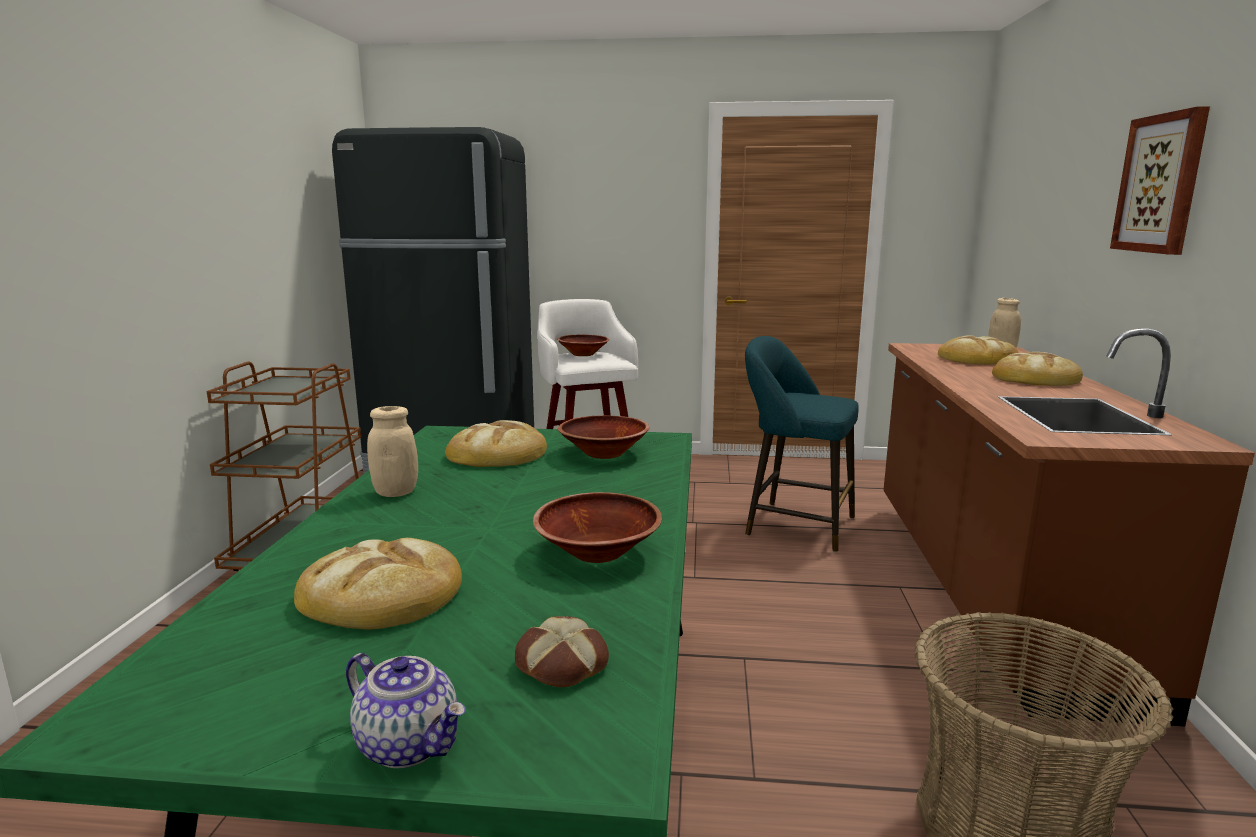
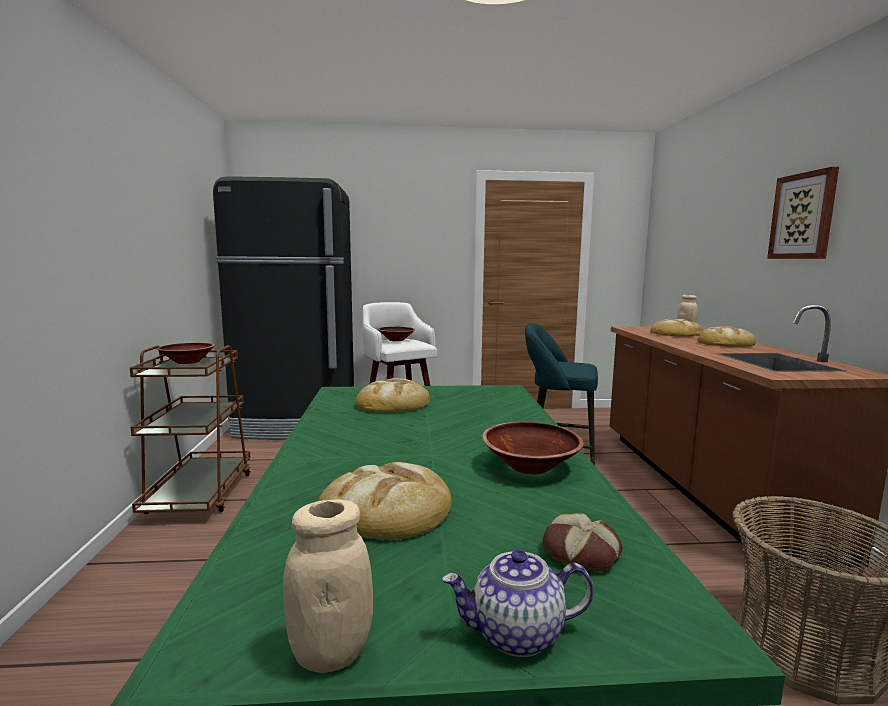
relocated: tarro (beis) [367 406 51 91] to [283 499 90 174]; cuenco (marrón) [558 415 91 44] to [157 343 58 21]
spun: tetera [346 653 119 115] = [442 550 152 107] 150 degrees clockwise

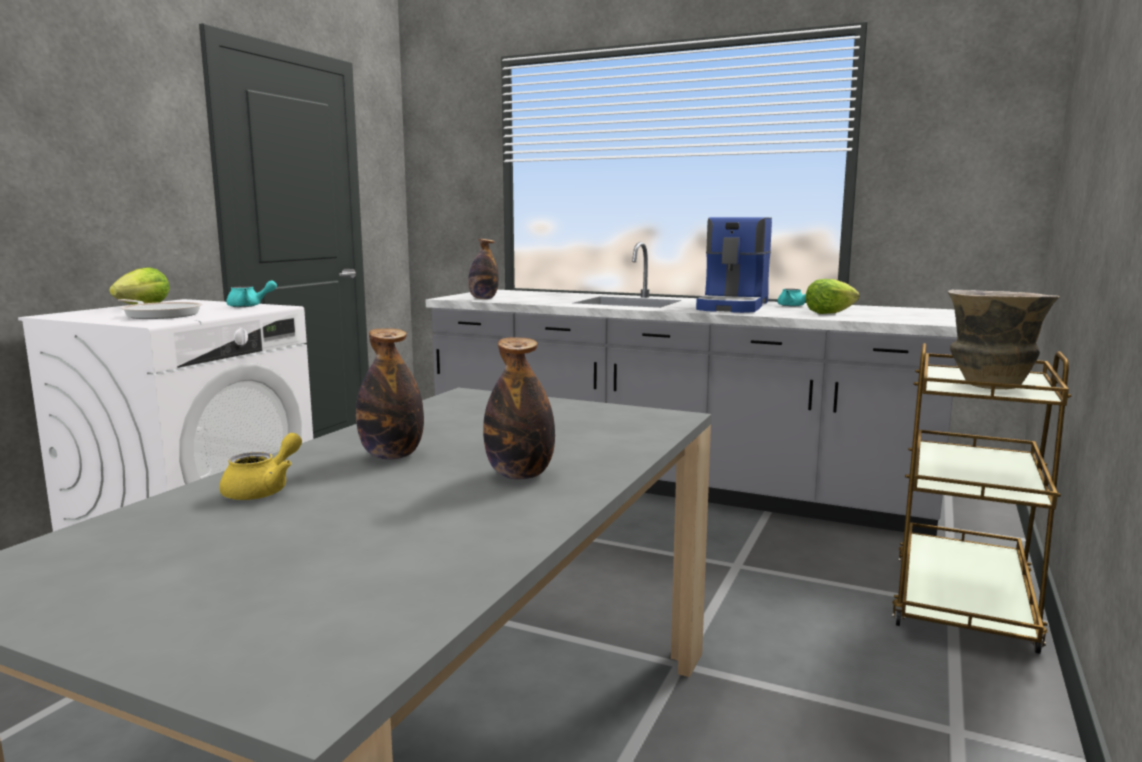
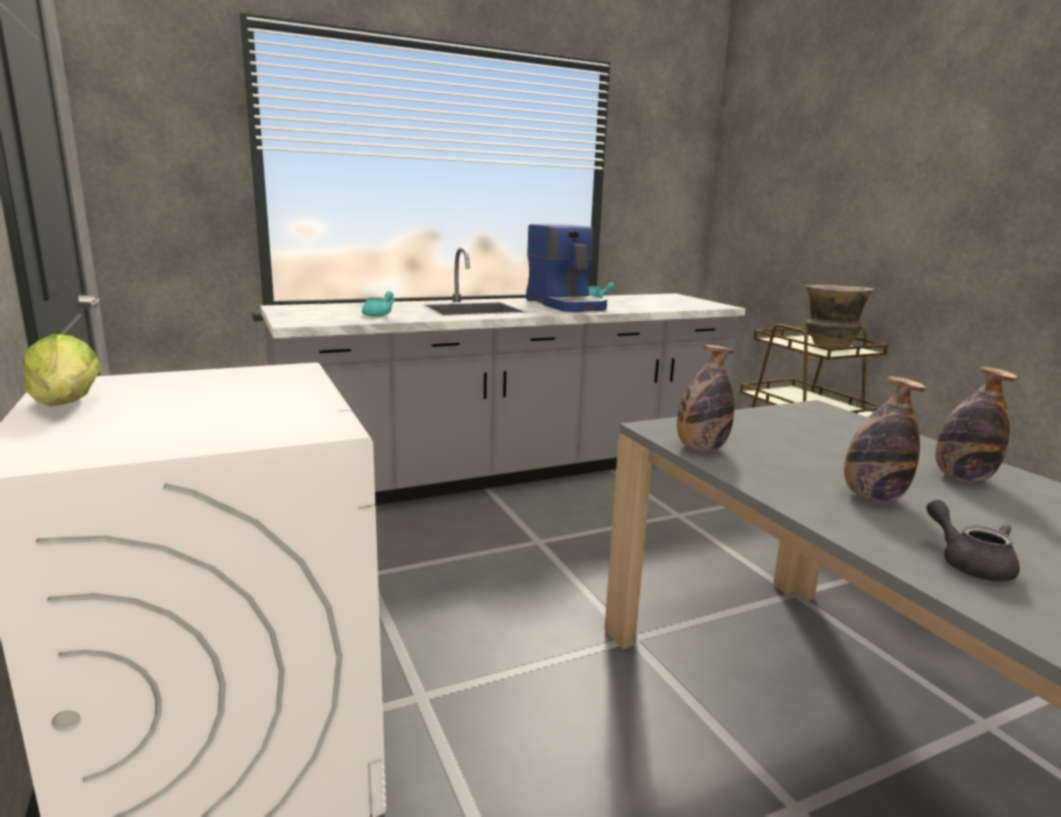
missing: lechuga [805 279 55 35]; sartén [118 299 85 20]
relocated: botella [468 239 31 60] to [677 345 57 107]; tetera (turquesa) [226 280 51 27] to [362 291 33 26]
colour: tetera (amarillo) [219 433 83 67] to tetera (gris) [926 500 94 82]

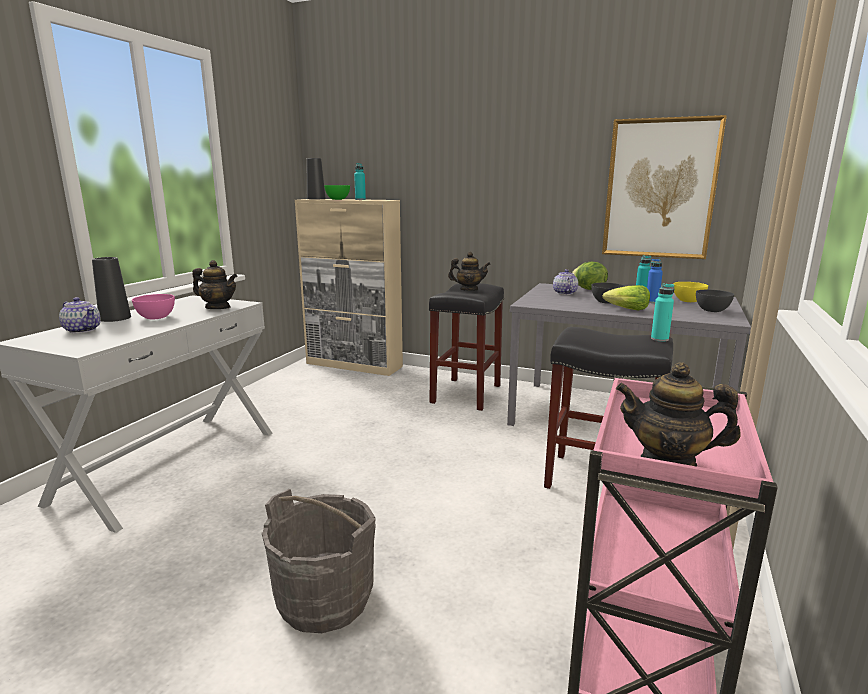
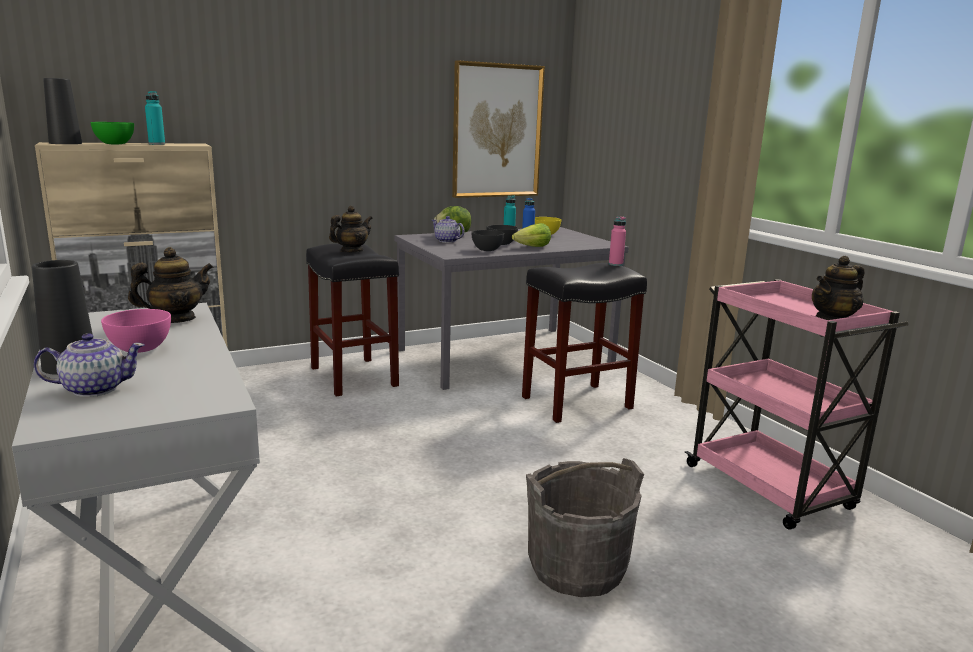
relocated: cuenco (gris) [696 290 38 22] to [471 230 34 21]
colour: botella (turquesa) [651 283 23 59] to botella (rosa) [609 217 17 49]

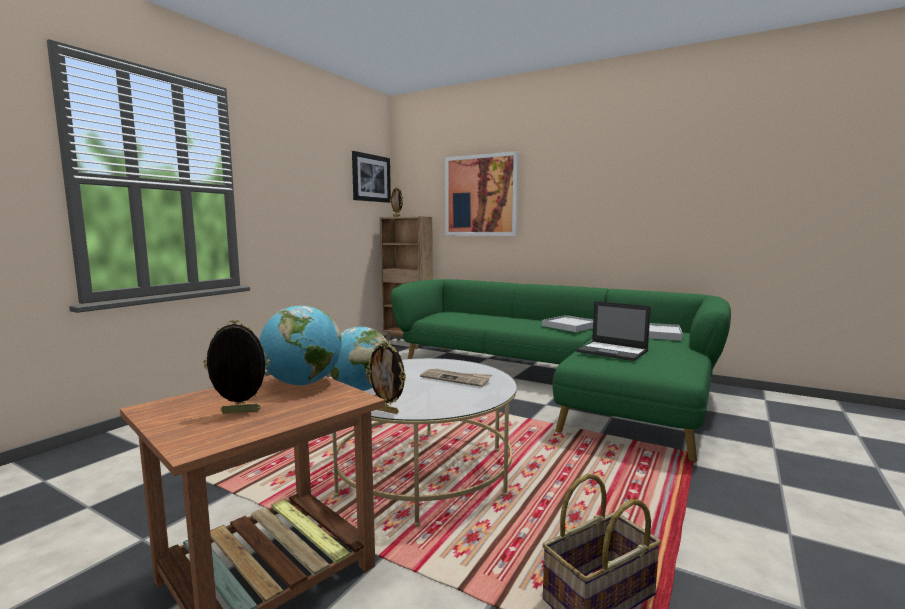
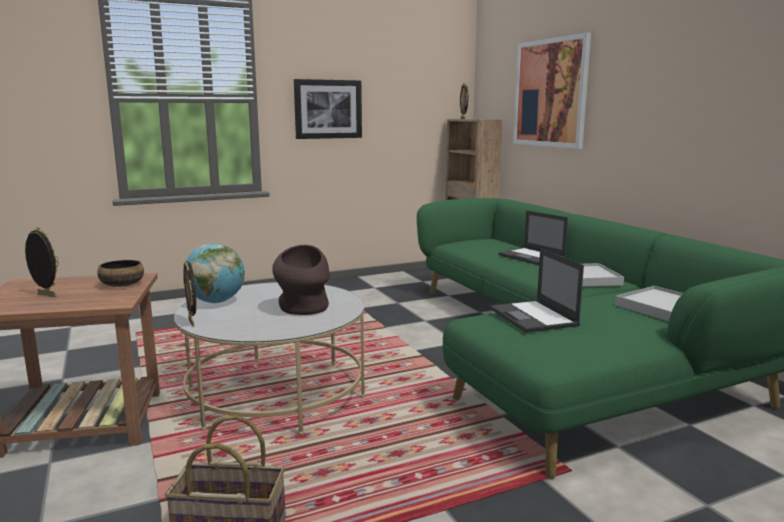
appeared: portátil [498 210 70 55]
relocated: cuadro [352 151 39 52] to [294 79 68 60]
exchanged: globo terráqueo [259 306 82 80] to cuenco [97 260 47 27]; periódico [420 368 72 19] to florero (marrón) [272 245 58 70]

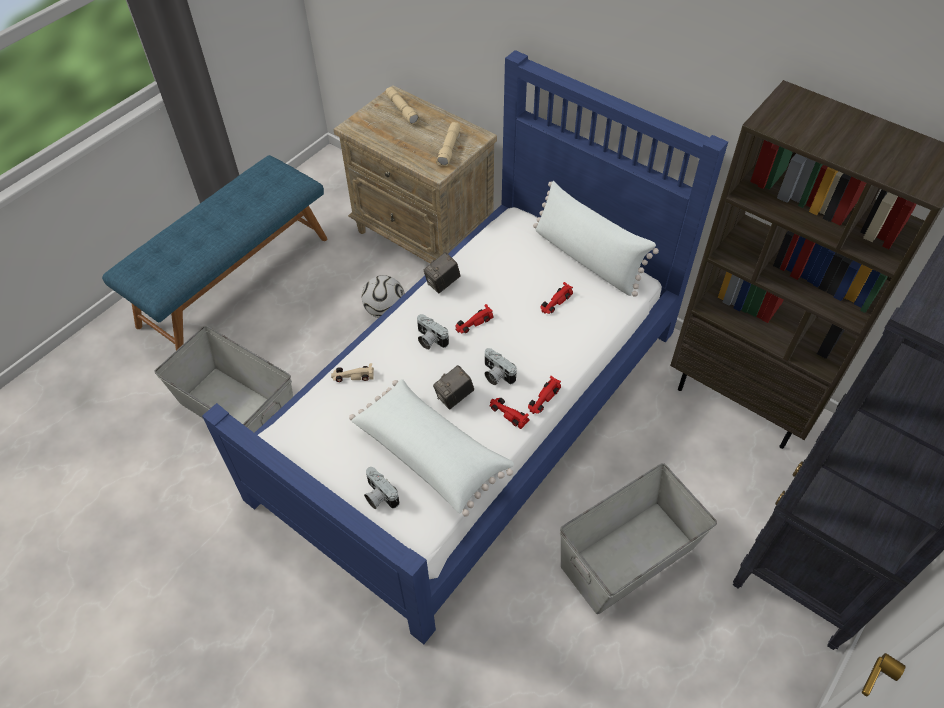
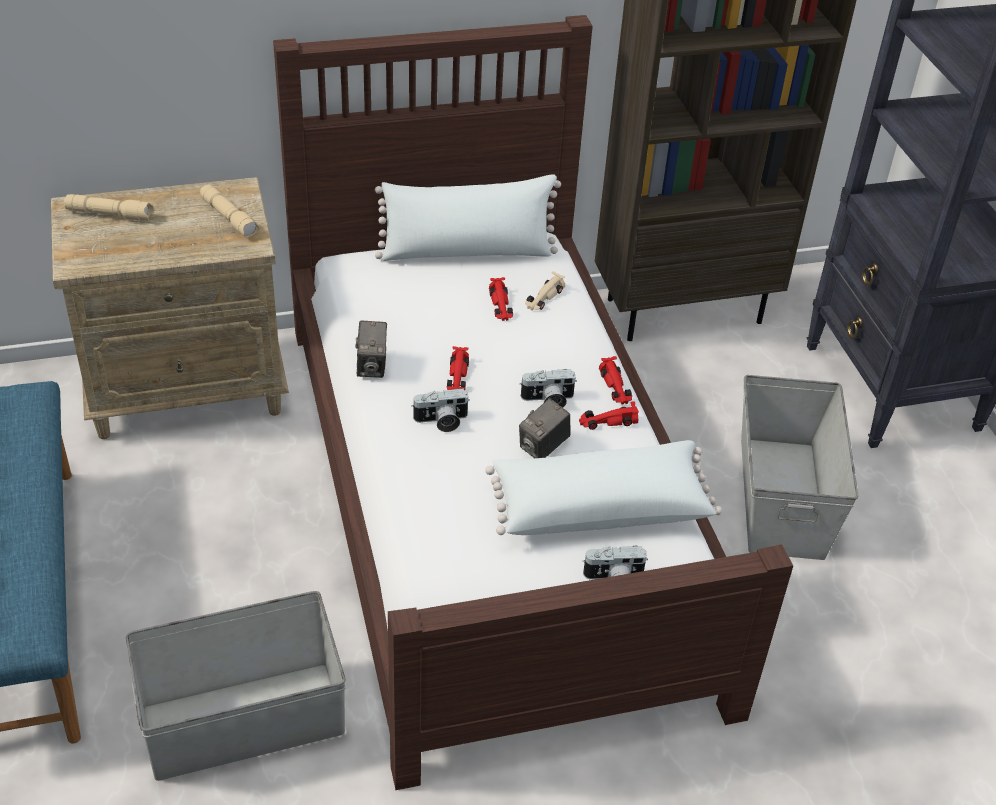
missing: balón de fútbol [362 275 43 43]
relocated: coche de juguete (beis) [331 363 43 19] to [525 271 40 40]
colour: cama (azul) [202 50 526 594] to cama (marrón) [273 15 520 775]
spun: cámara [433 365 41 45] = [519 398 52 60] 45 degrees clockwise

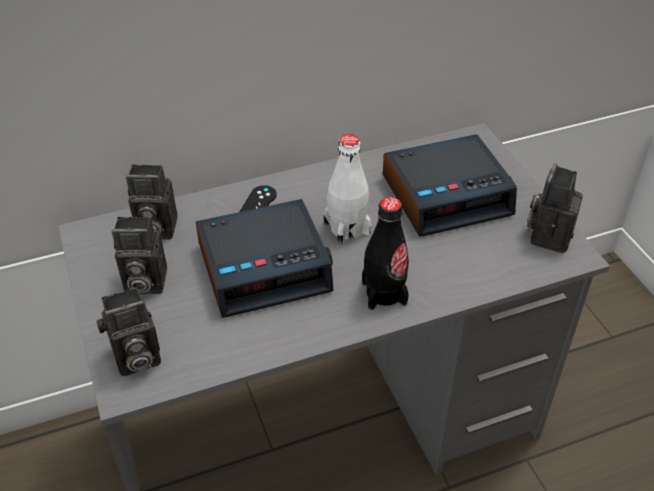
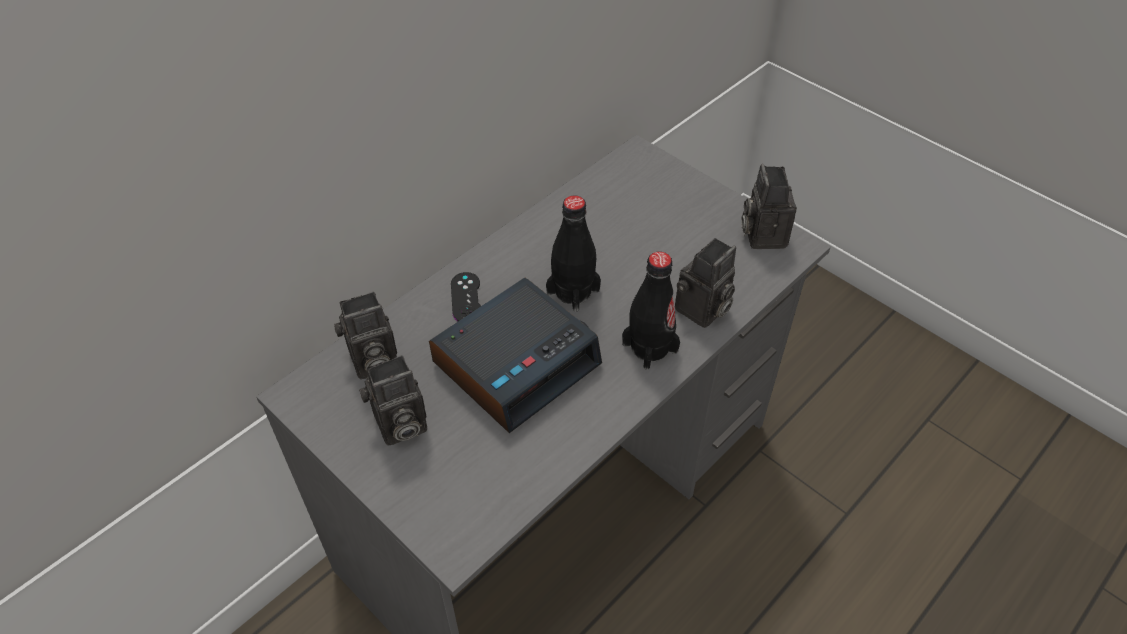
missing: despertador [383 134 134 103]
relocated: cámara [96 287 65 89] to [675 238 61 90]
colour: botella (blanco) [324 134 48 111] to botella (negro) [546 195 55 117]

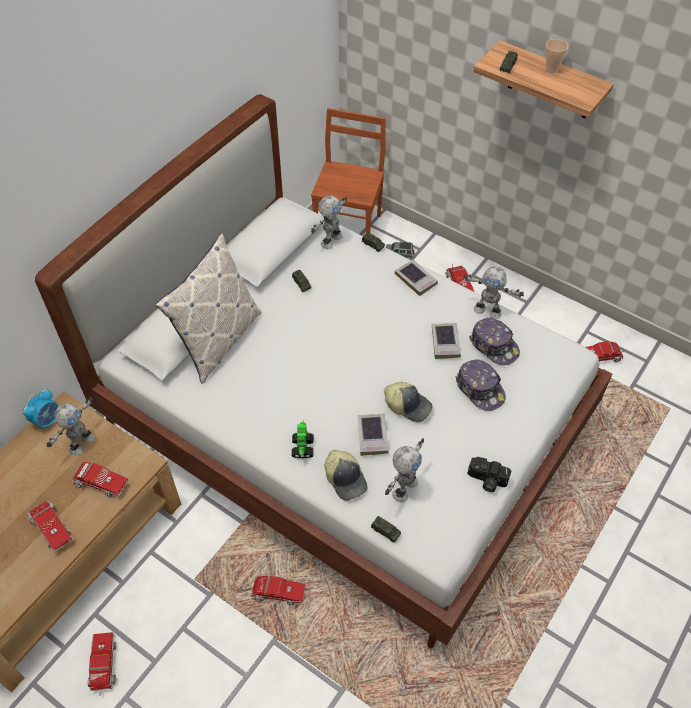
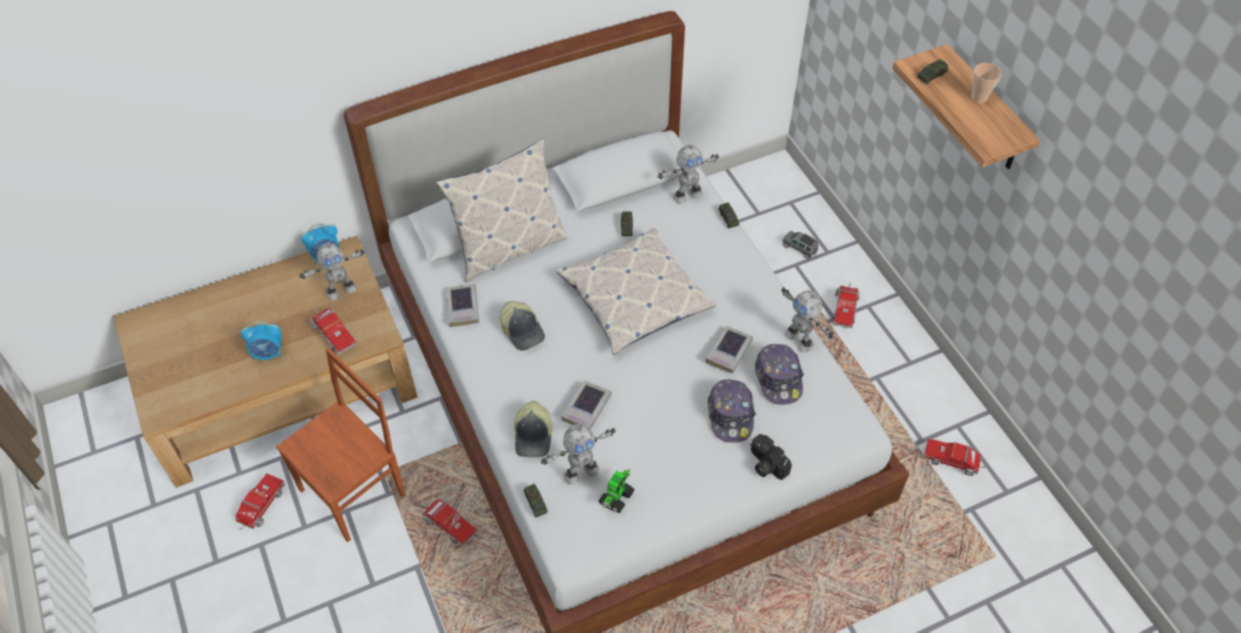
appeared: cojín [556 228 161 127]
relocated: silla (marrón) [311 108 75 125] to [276 347 129 195]; libro [395 259 43 37] to [447 284 32 43]; gorra [384 382 48 40] to [499 301 46 50]; robot de juguete [292 420 22 38] to [599 469 35 44]; cámara [467 457 45 35] to [750 434 42 46]
exchanged: camión de juguete [28 501 46 52] to despertador [241 322 41 38]

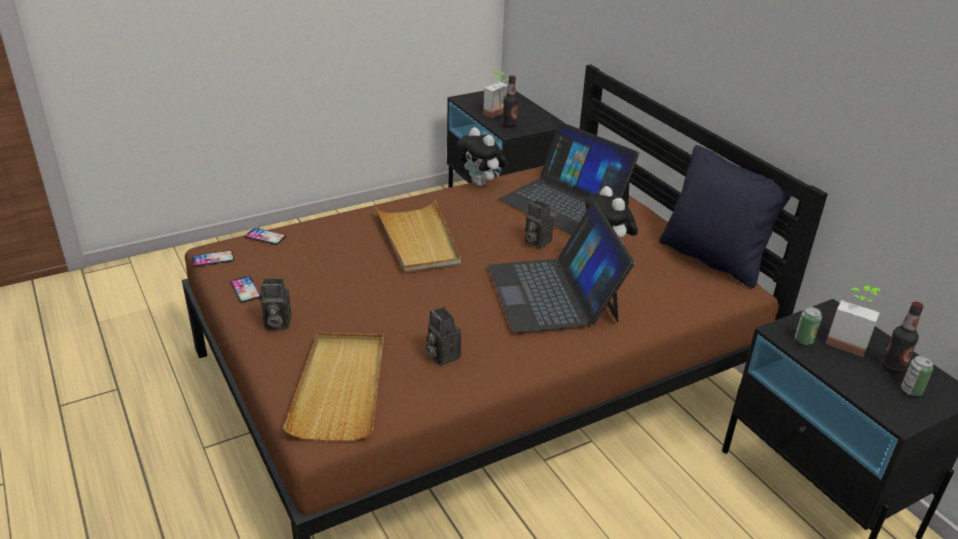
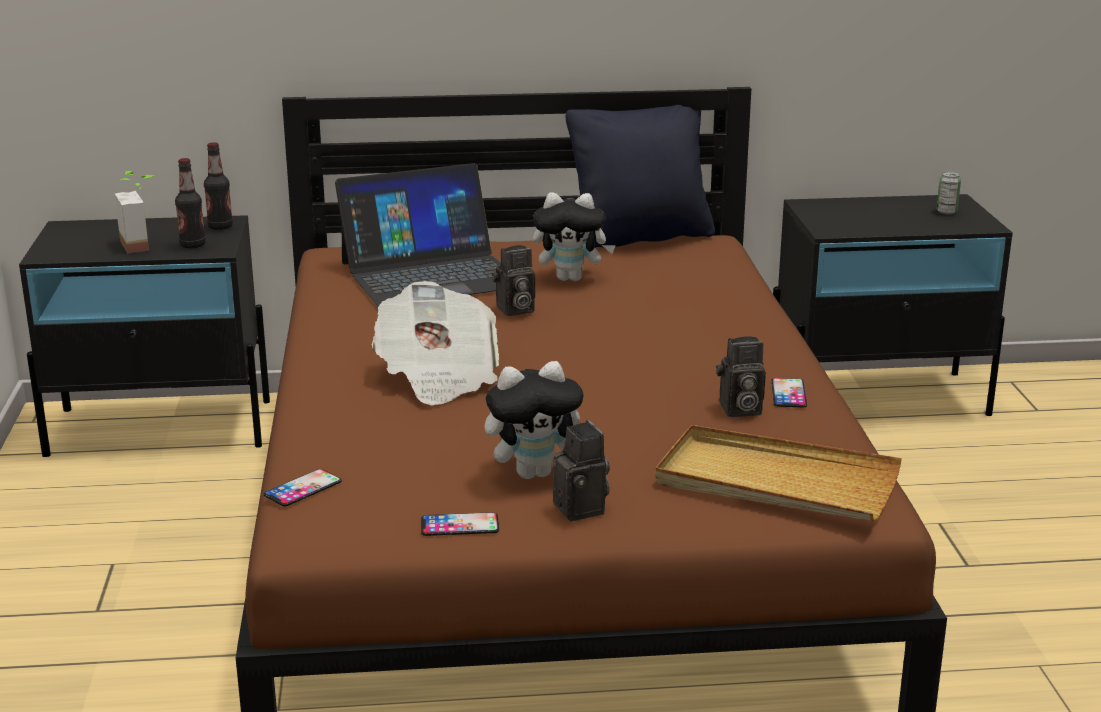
missing: portátil [488 202 147 131]; planta en maceta [826 285 55 72]; lata [795 307 27 38]
relocated: peluche [457 127 50 59] to [484 361 100 118]; móvil [192 251 42 16] to [772 378 35 30]; botella [882 302 41 73] to [204 142 29 88]
exchanged: bandeja (beis) [375 199 86 74] to periódico [371 281 128 125]
spun: cámara [260 279 32 50] = [553 420 57 101] 45 degrees counterclockwise

